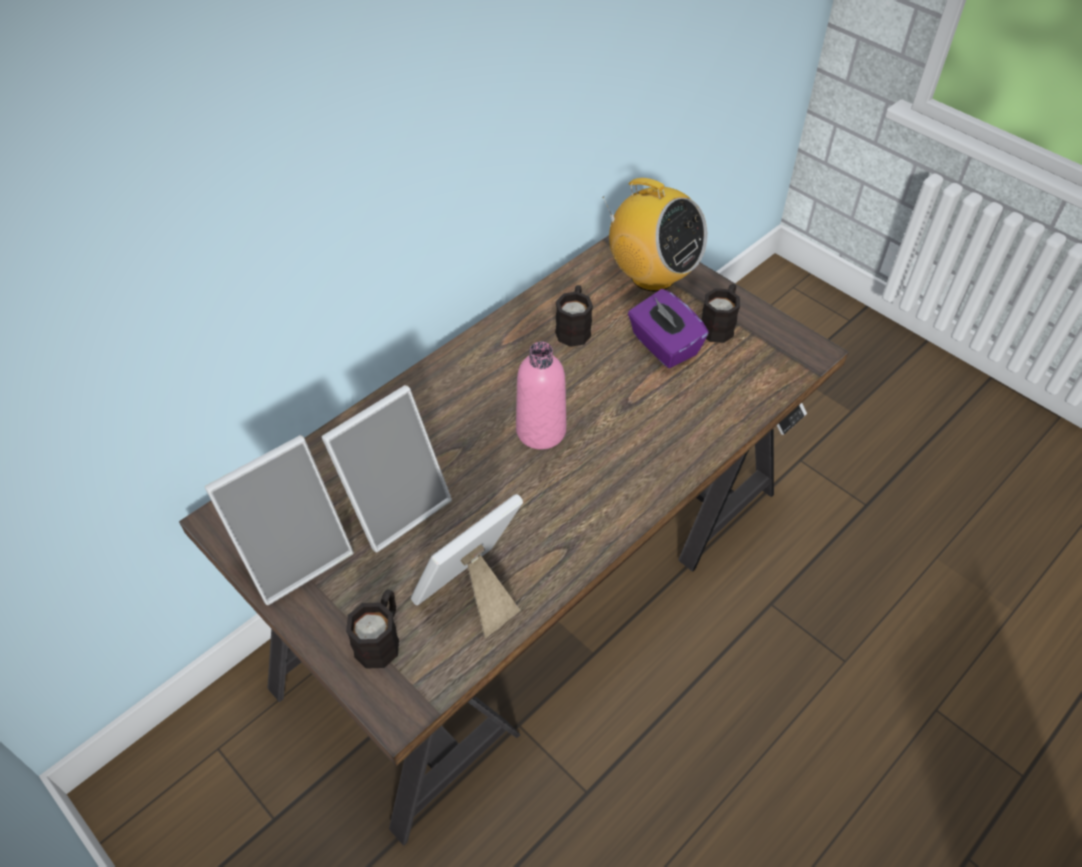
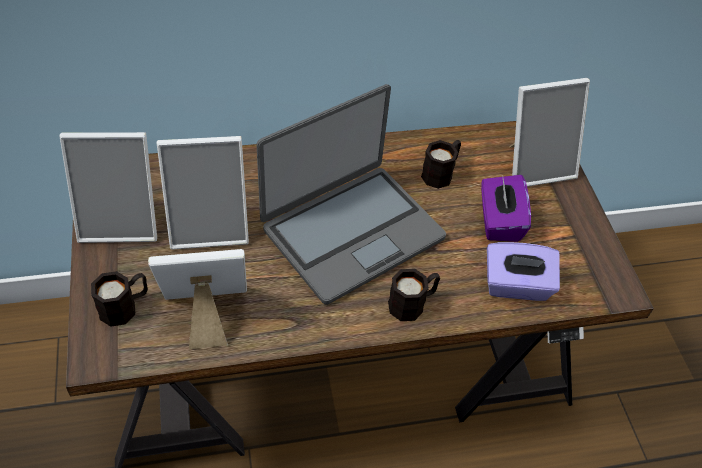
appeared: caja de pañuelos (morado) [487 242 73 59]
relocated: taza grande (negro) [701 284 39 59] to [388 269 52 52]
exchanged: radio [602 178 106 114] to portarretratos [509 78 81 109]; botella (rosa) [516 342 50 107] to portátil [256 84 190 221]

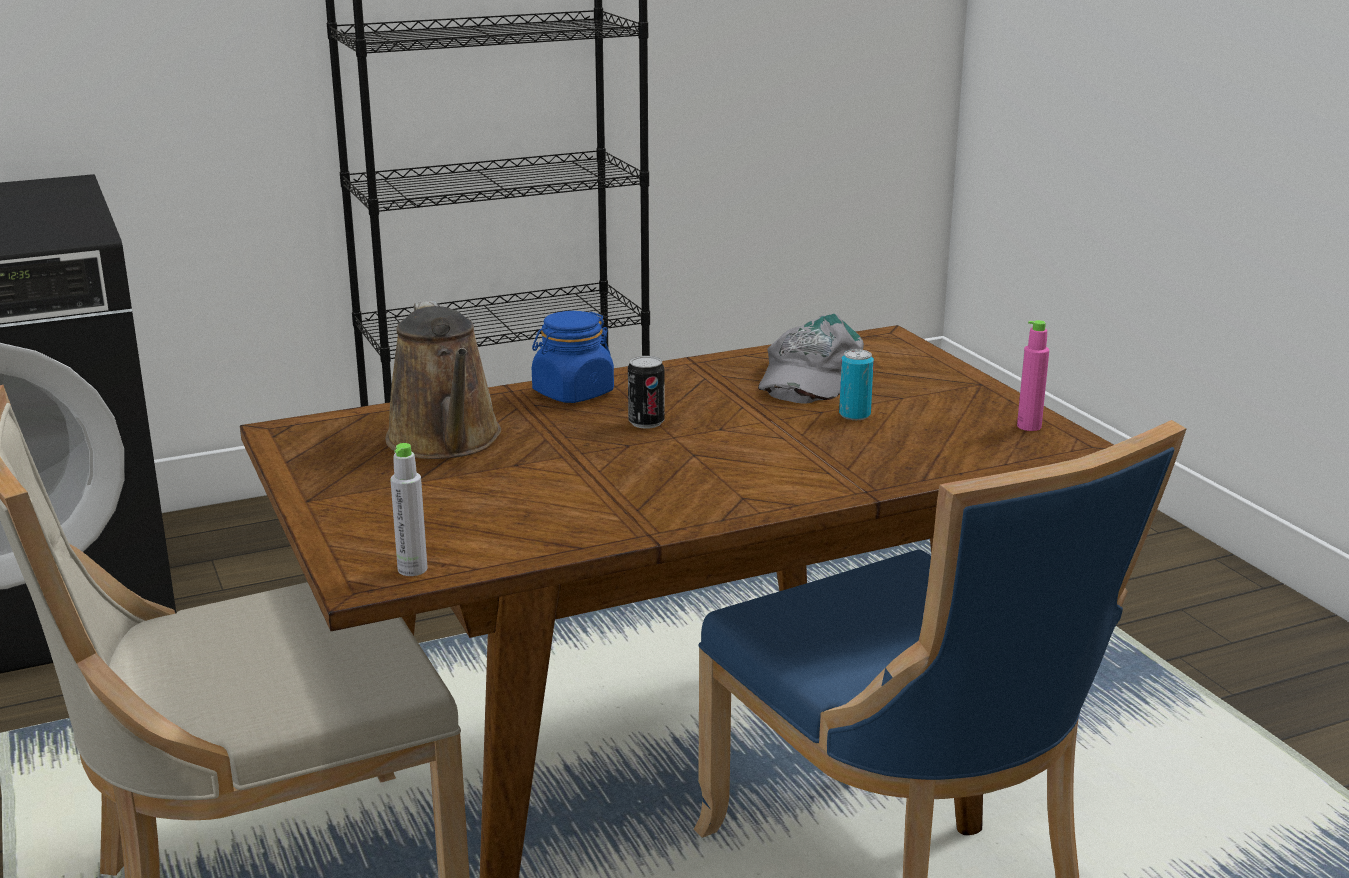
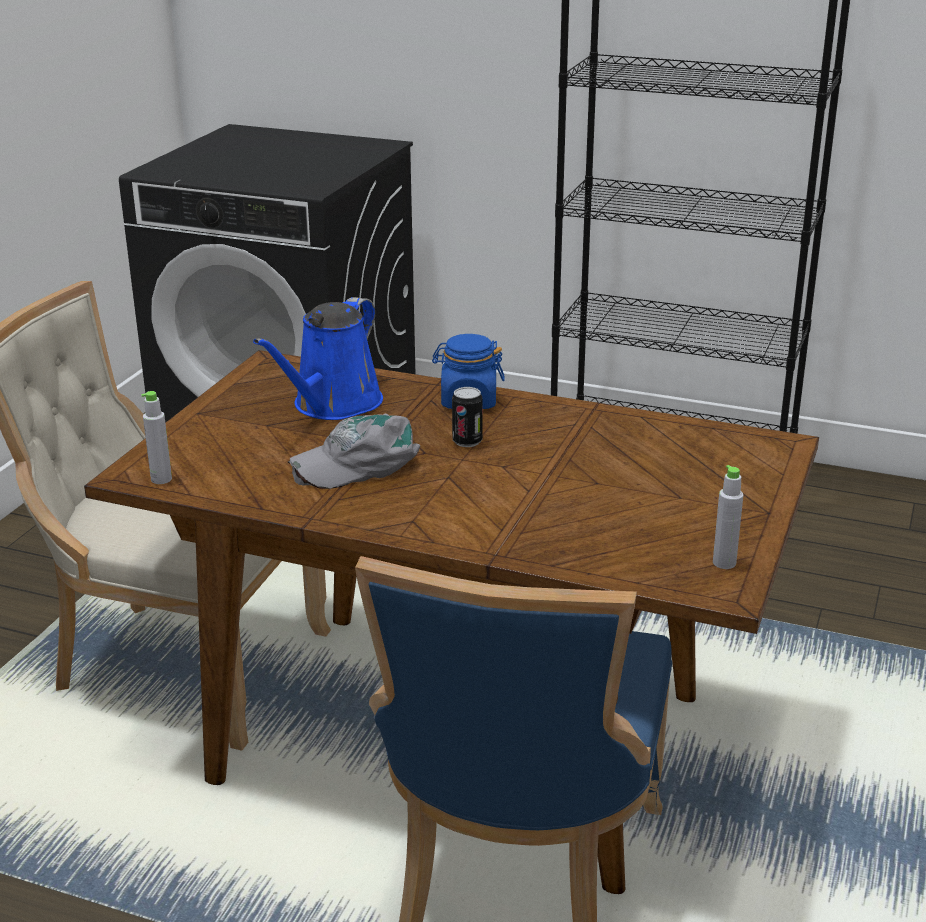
missing: lata [839 349 35 71]
relocated: gorra (gris) [758 313 106 91] to [288 414 132 75]
colour: regadera (marrón) [385 300 116 159] to regadera (azul) [253 297 130 123]; botella (rosa) [1017 320 32 111] to botella (gris) [713 465 30 104]

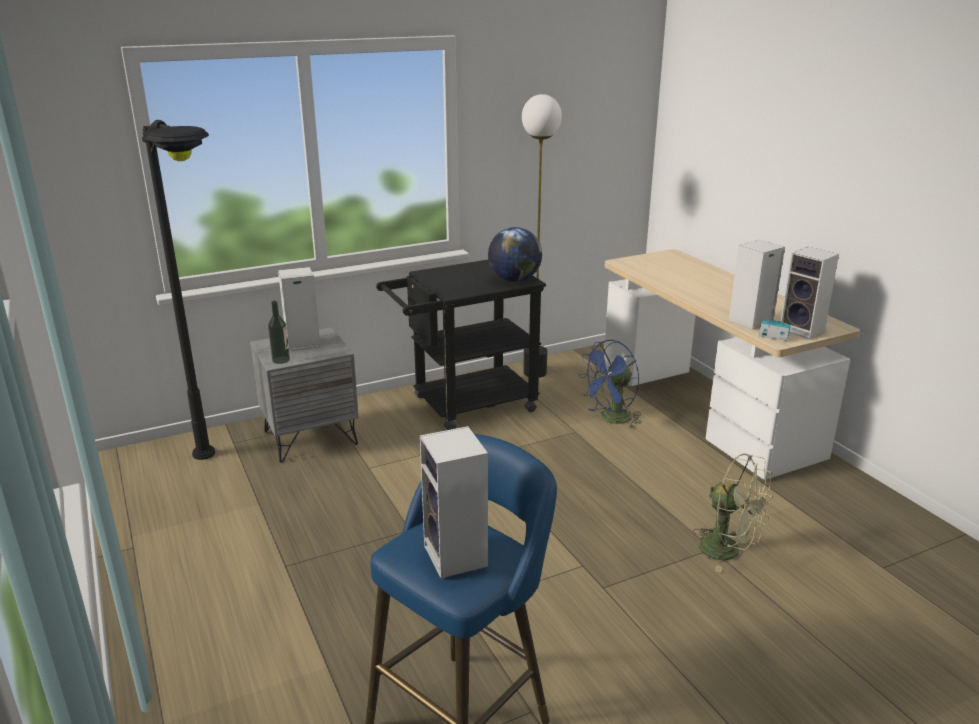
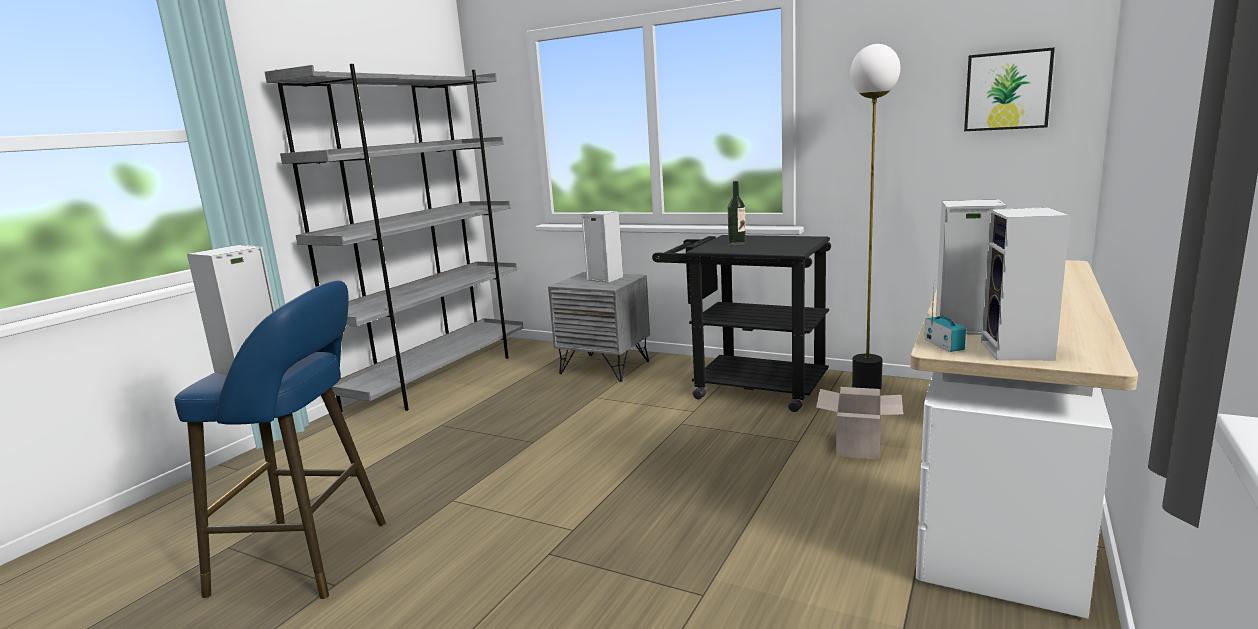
missing: lámpara de pie (negro) [142 120 73 340]; globo terráqueo [488 227 54 55]; ventilador (verde) [693 454 80 118]
appeared: cuadro [964 47 91 84]; estantería (gris) [265 64 259 348]
relocated: botella [268 300 22 64] to [728 181 18 65]
exchanged: ventilador (azul) [578 340 63 88] to caja de cartón [816 387 87 73]

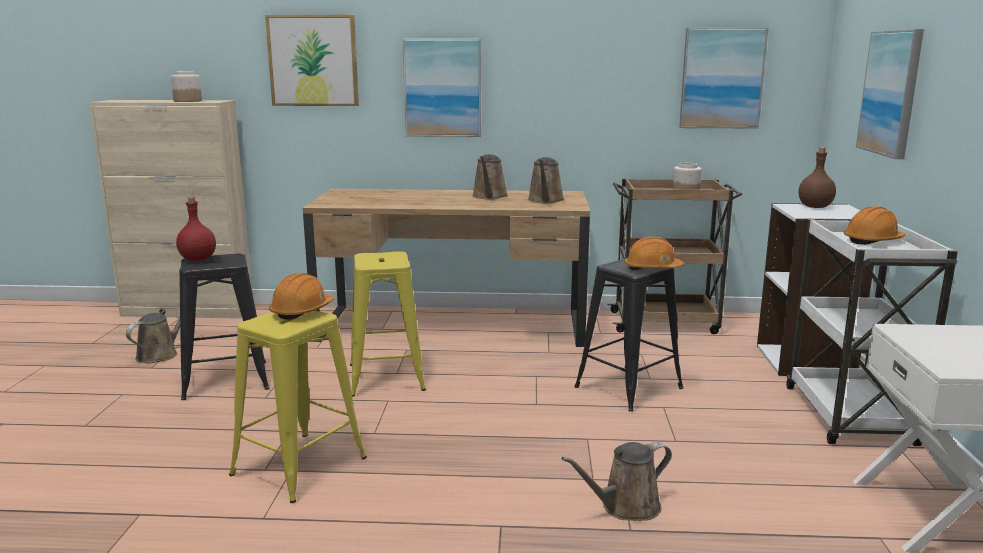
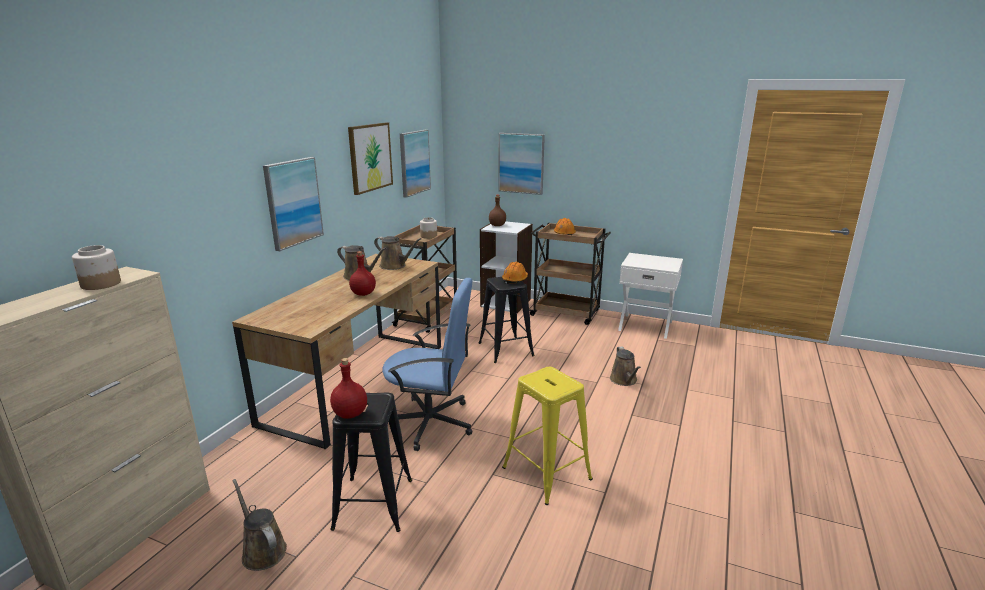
missing: casco (naranja) [269 273 65 47]
appeared: botella (rojo) [349 251 27 45]
relocated: cuadro [265 15 94 91] to [348 122 45 73]
exchanged: taburete (amarillo) [350 251 76 146] to silla de oficina (azul) [382 278 90 173]
colour: carrito (blanco) [786 219 172 227] to carrito (marrón) [529 223 82 102]

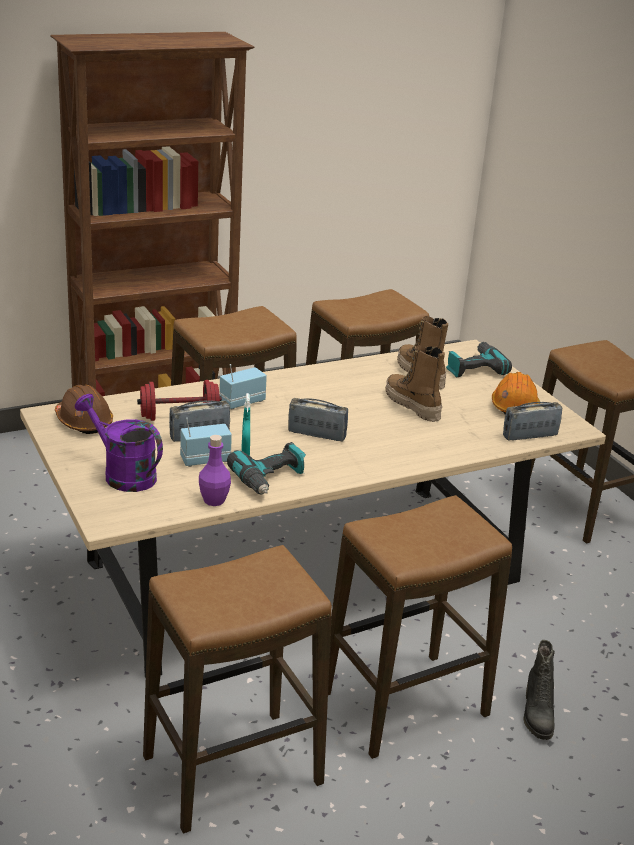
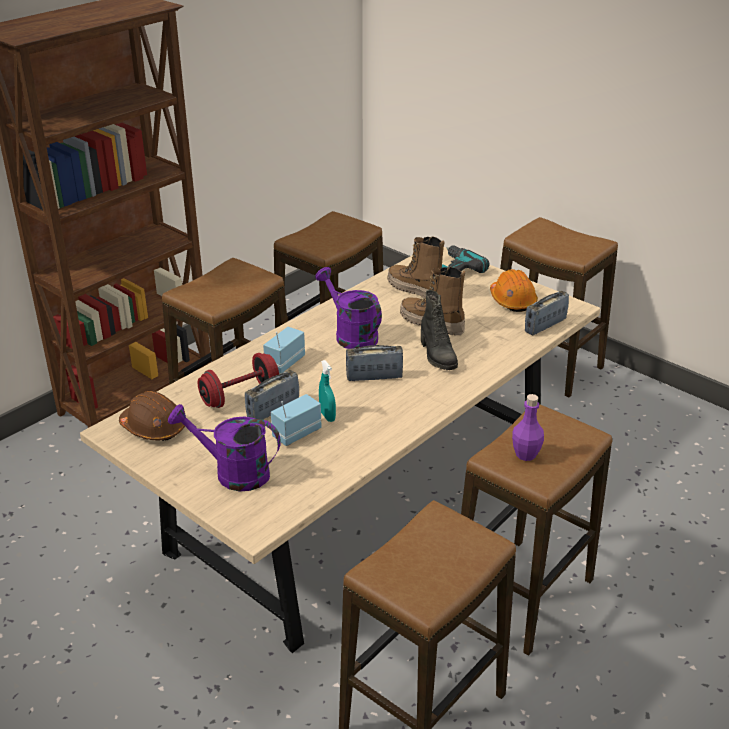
missing: taladro [227 442 79 53]
appeared: regadera (morado) [315 267 67 82]
relocated: botella (morado) [199 435 32 71] to [512 394 32 67]; bota (negro) [524 640 31 100] to [421 290 37 80]

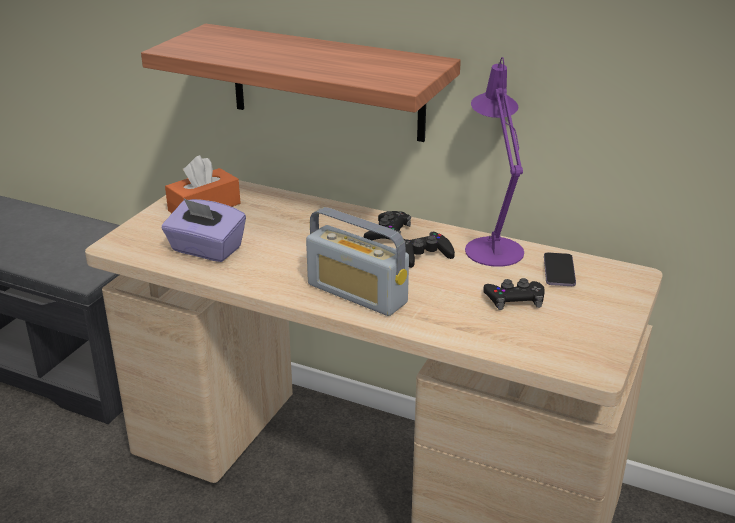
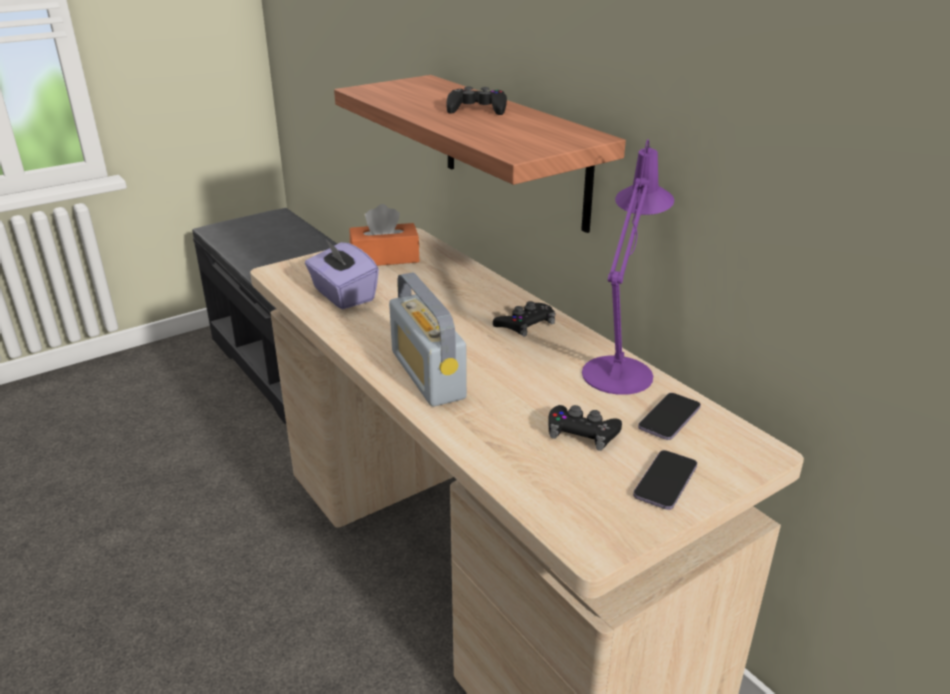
appeared: móvil [633 450 64 60]
relocated: mando de consola (negro) [404 232 51 36] to [447 86 60 29]

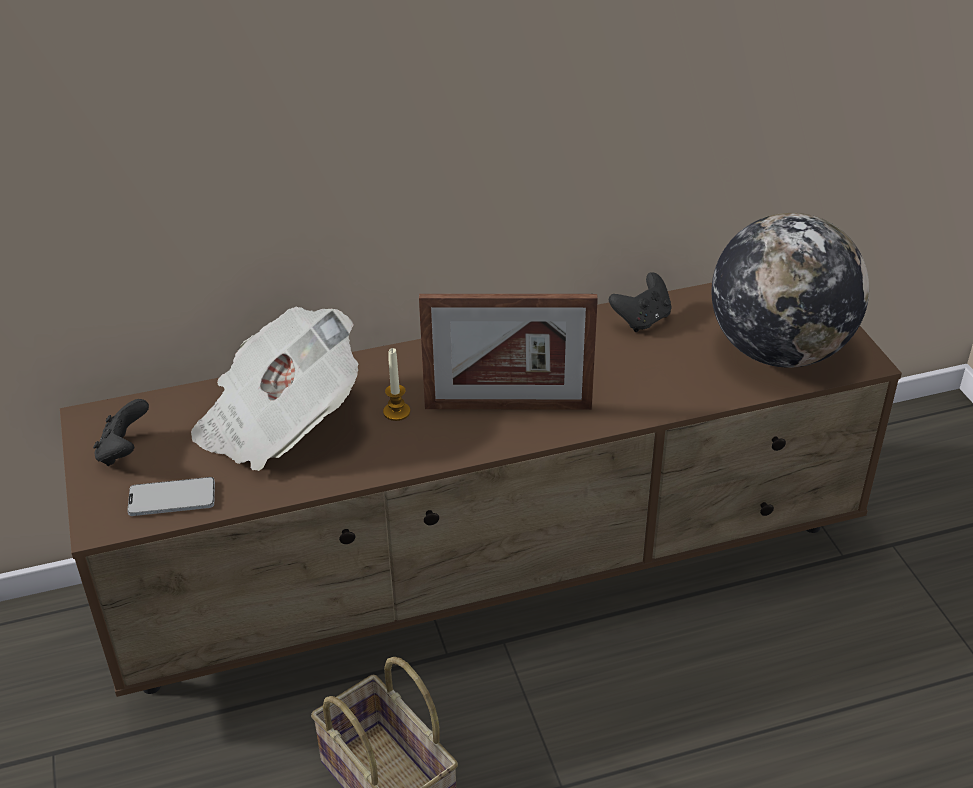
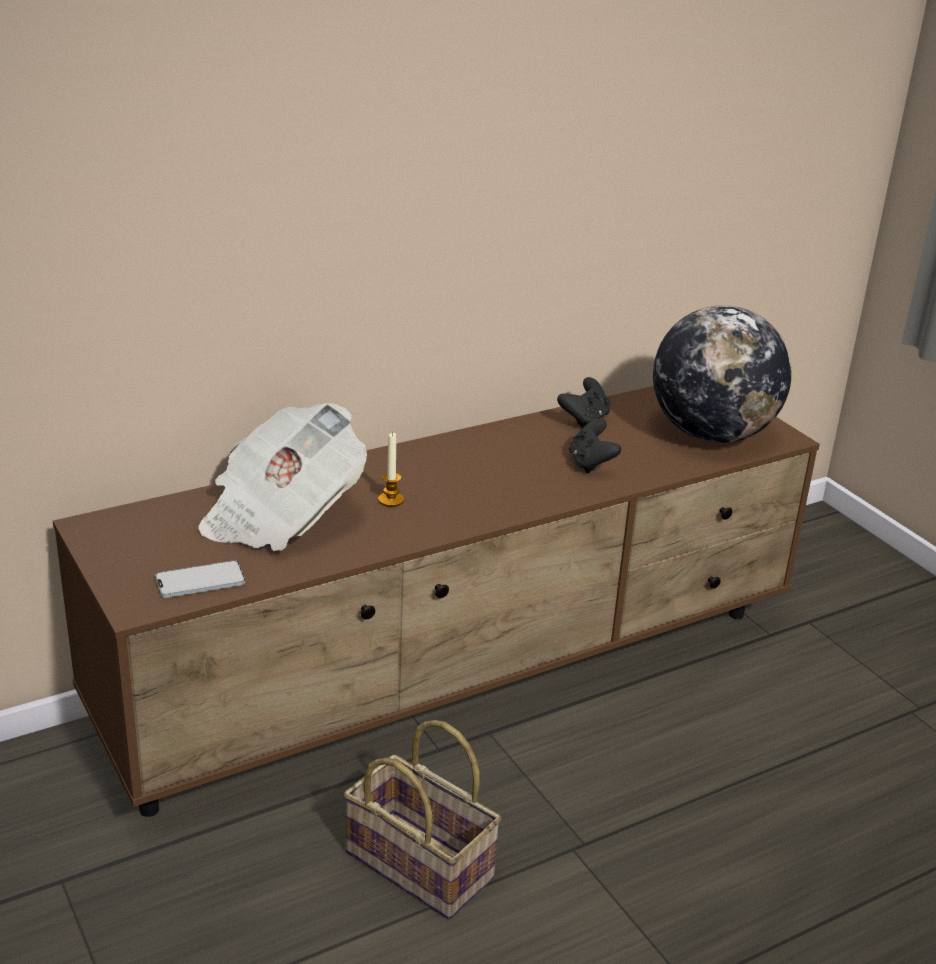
missing: portarretratos [419 294 179 116]
relocated: mando de consola (negro) [93 399 56 67] to [569 419 52 54]

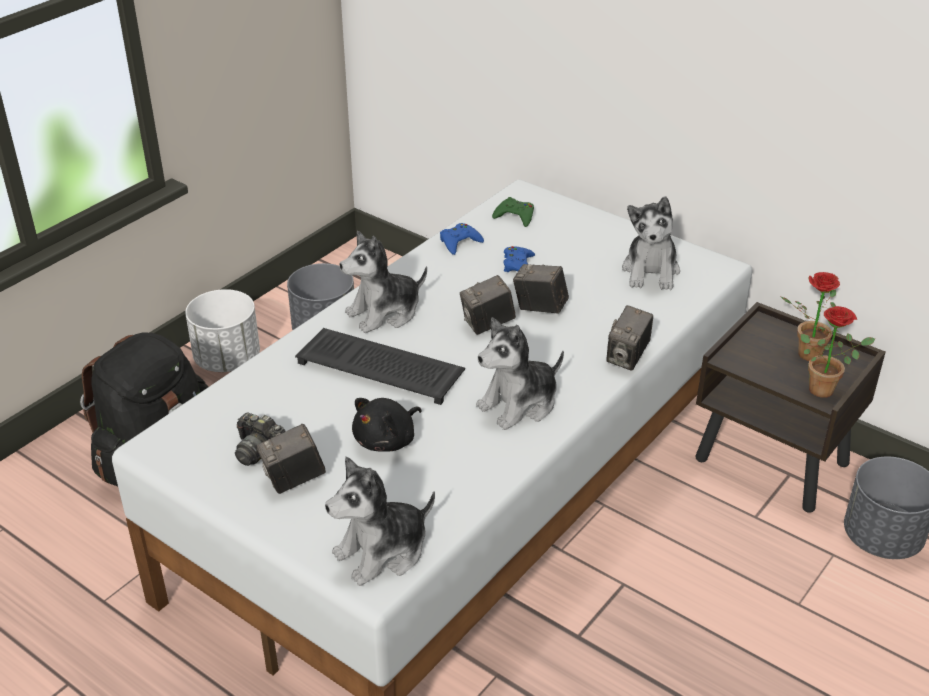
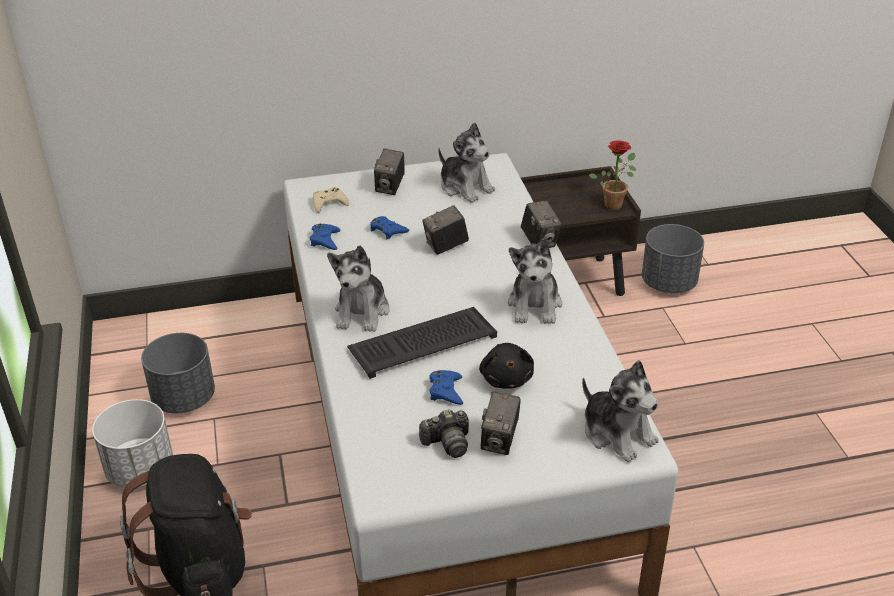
missing: planta en maceta [781 272 59 89]
appeared: mando de consola (azul) [430 370 33 35]
relocated: cámara [460 275 56 60] to [374 149 31 46]
colour: mando de consola (verde) [492 197 42 30] to mando de consola (beis) [313 187 36 26]
spun: peluche [325 457 110 129] = [582 360 77 102] 45 degrees counterclockwise

